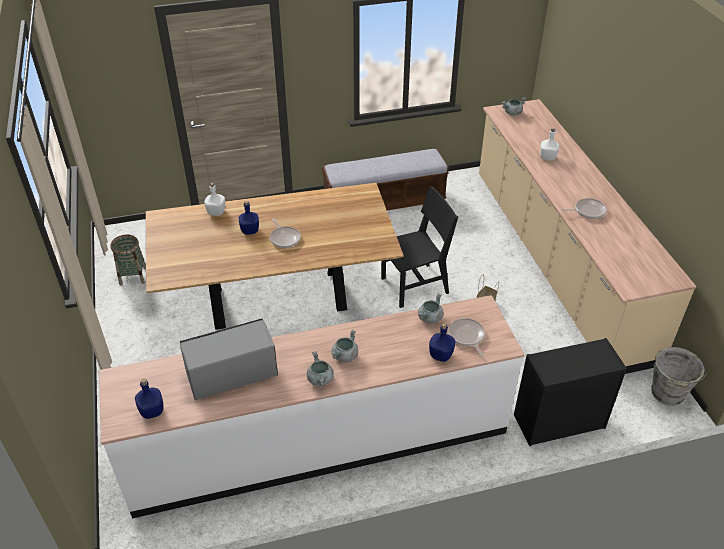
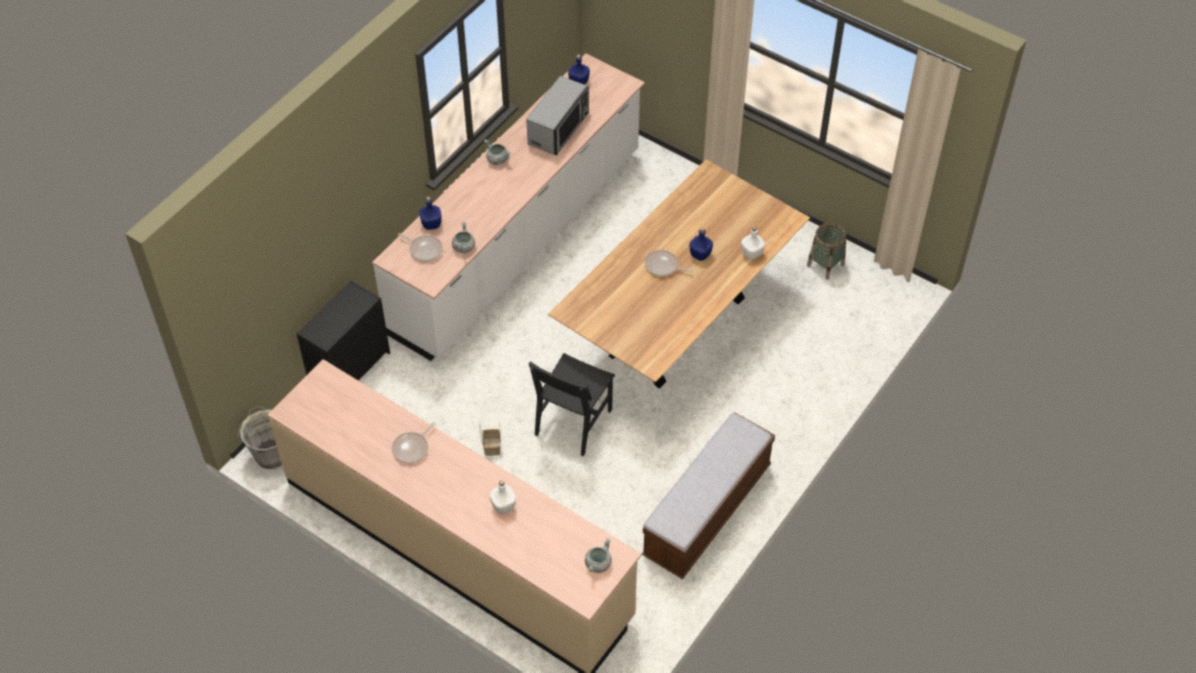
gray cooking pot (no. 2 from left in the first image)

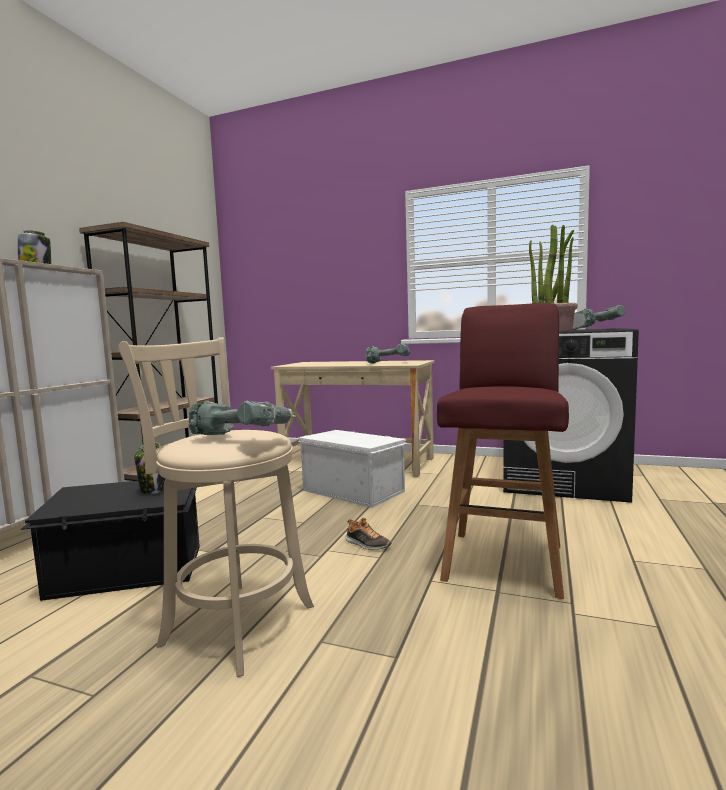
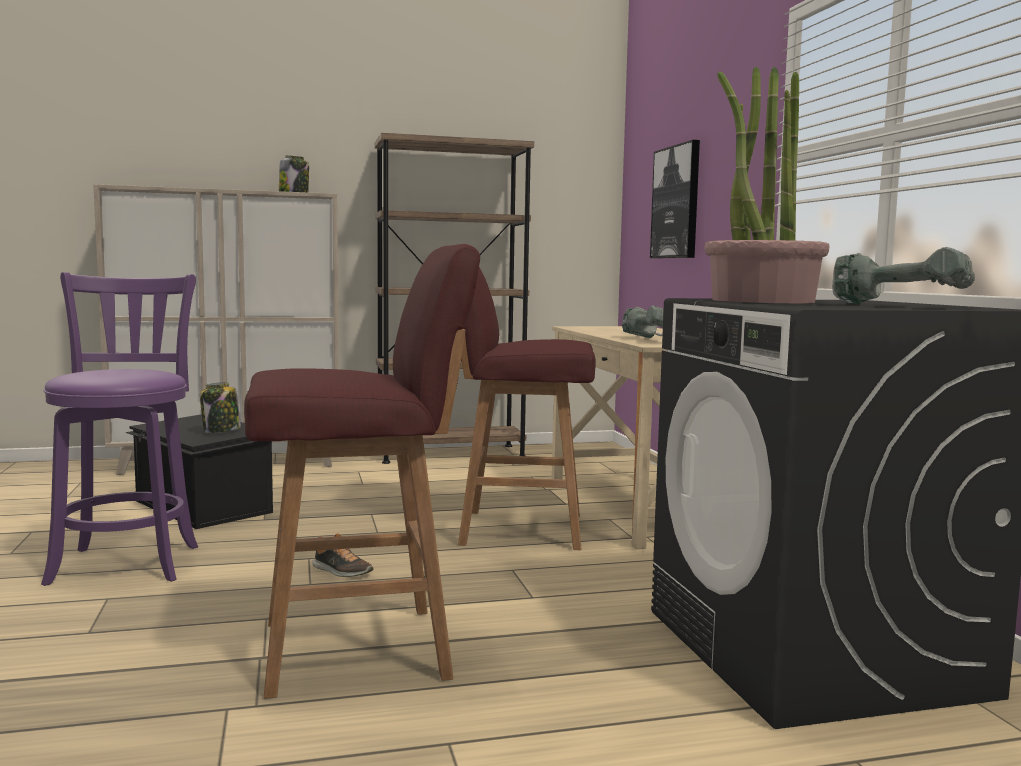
drill (no. 1 from left in the first image)
wall picture
reddish sitting stool (no. 2 from left)
purple sitting stool
low shoe

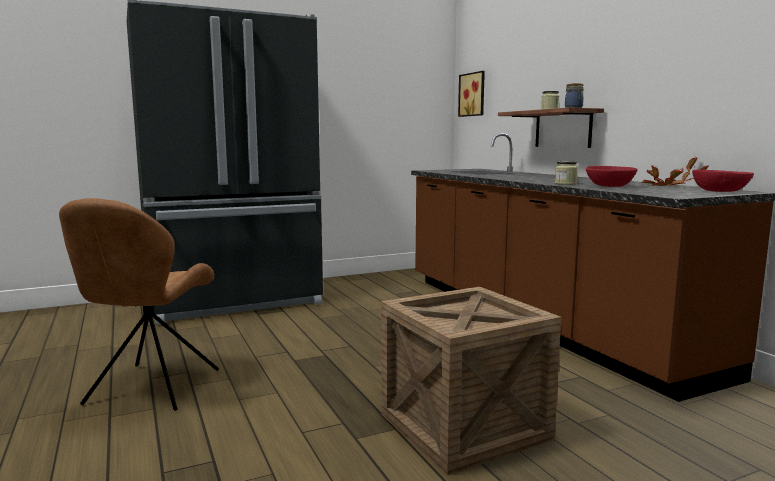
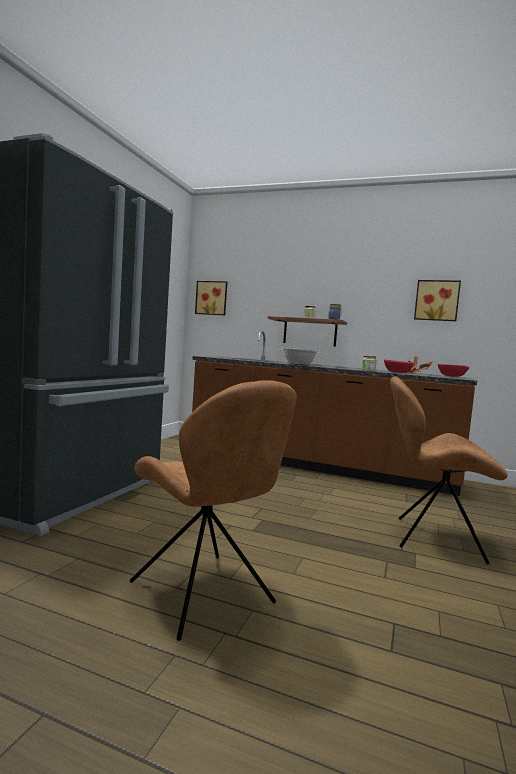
cooking pot
wall picture (no. 2 from left)
brown plain chair (no. 2 from left)

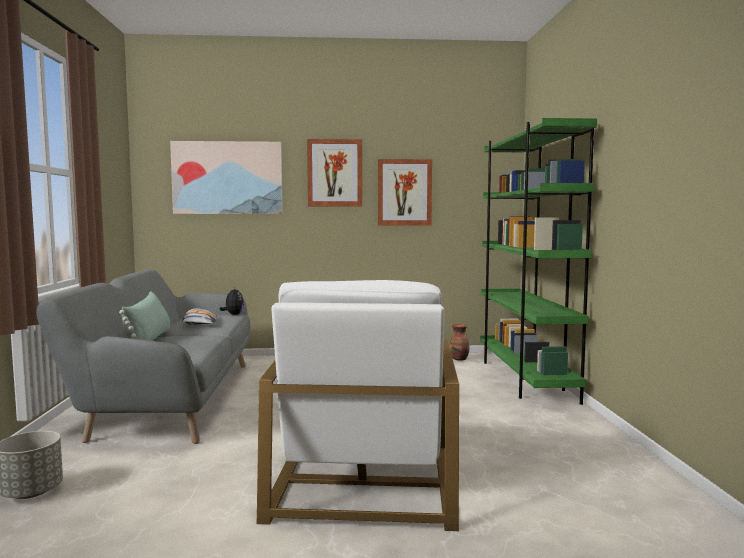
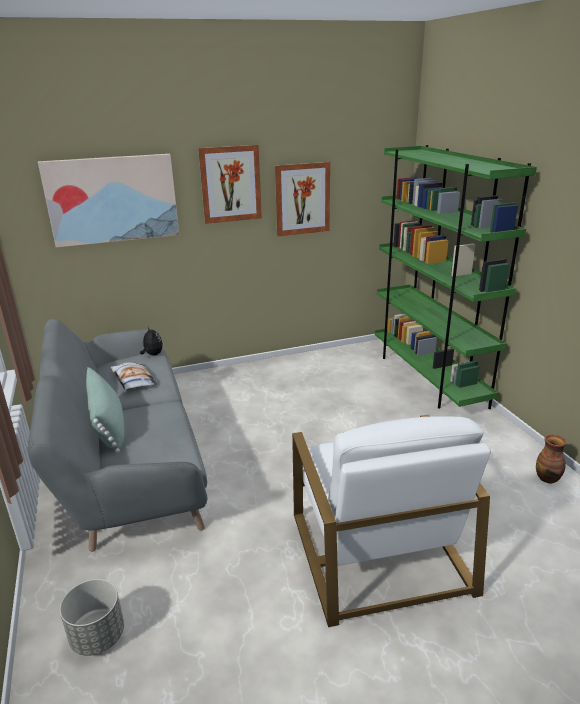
decorative vase

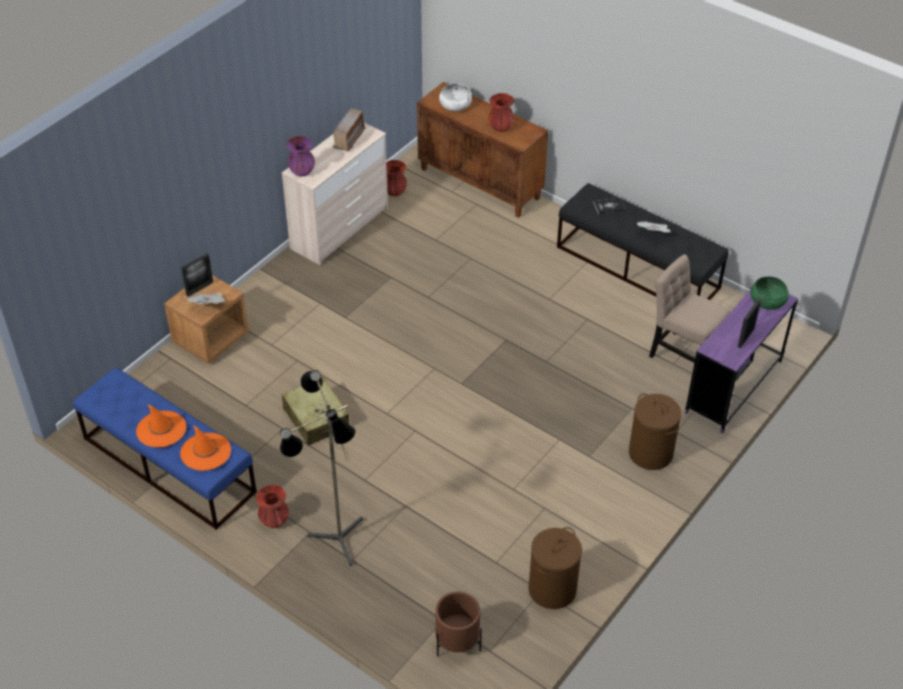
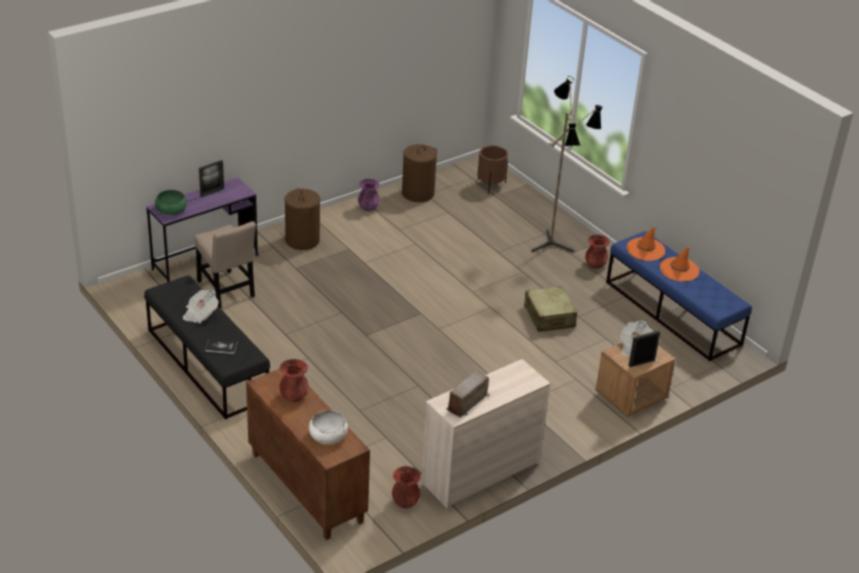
purple decorative vase

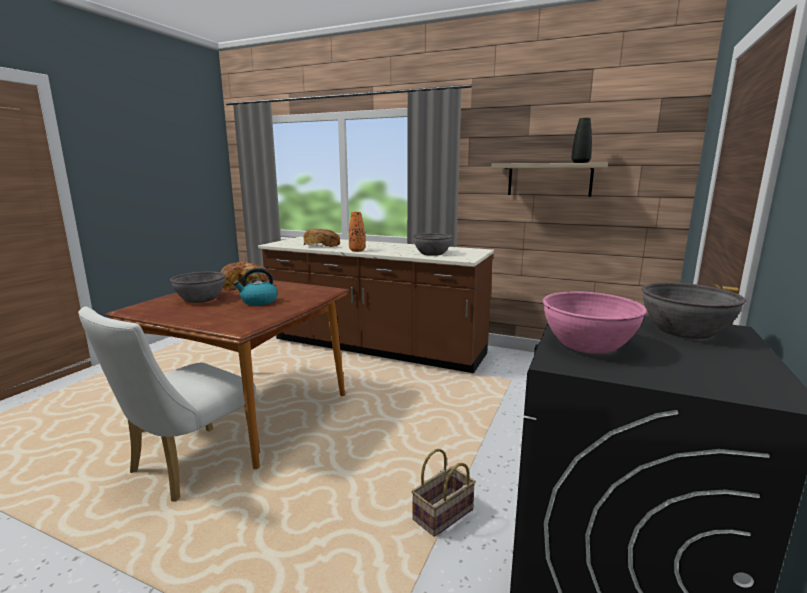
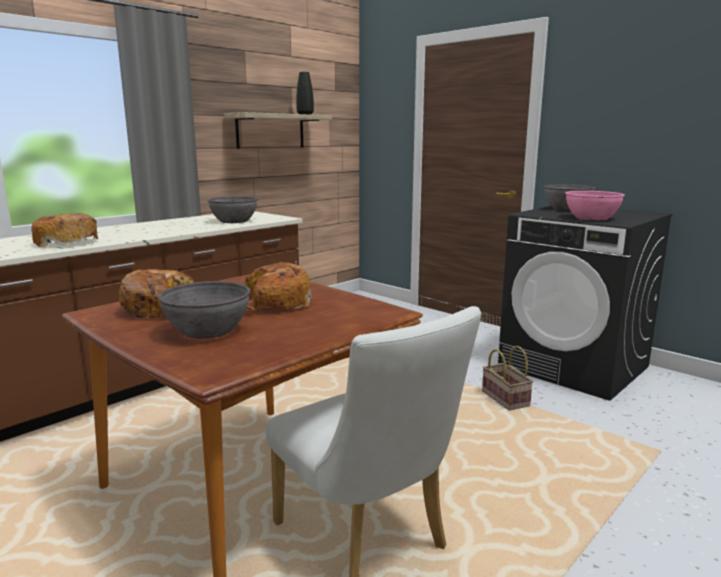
orange-coloured decorative vase
bread (no. 3 from left)

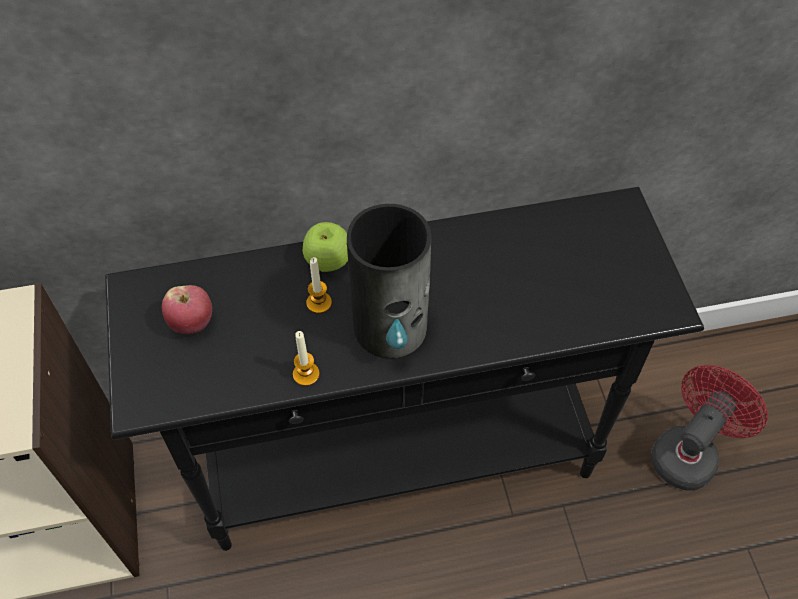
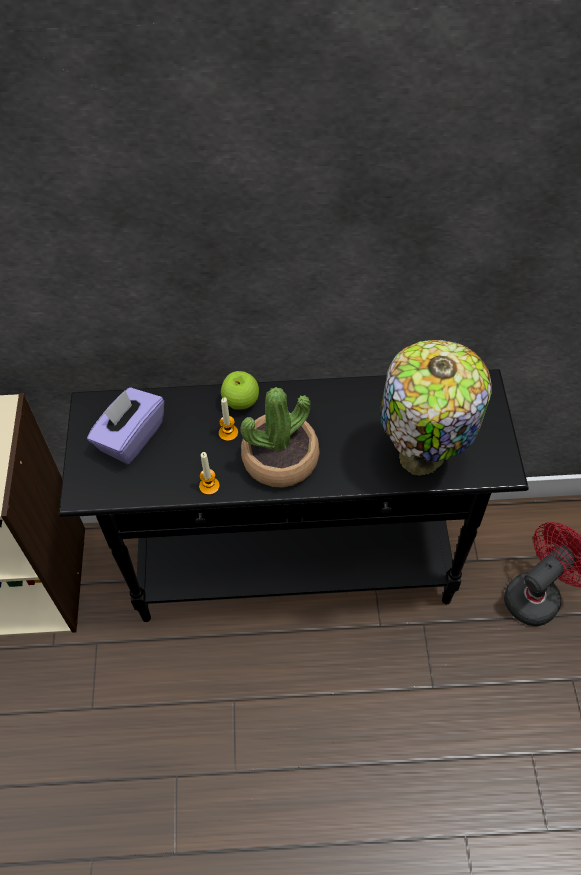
lamp for a table
purple tissue box
houseplant

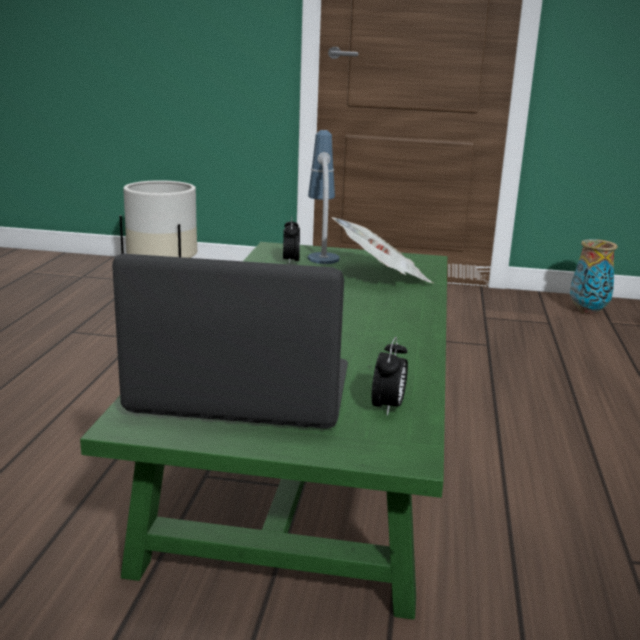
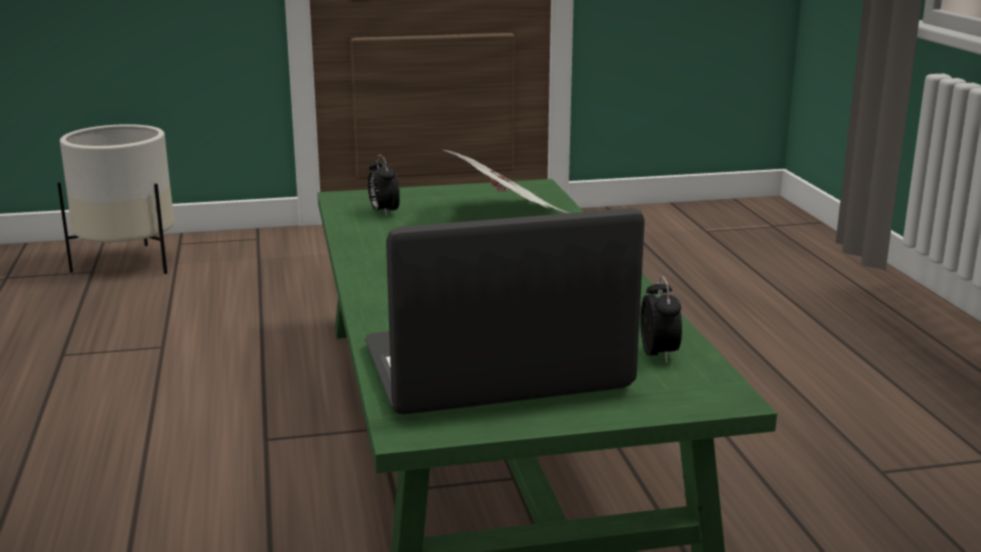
lamp for a table
decorative vase

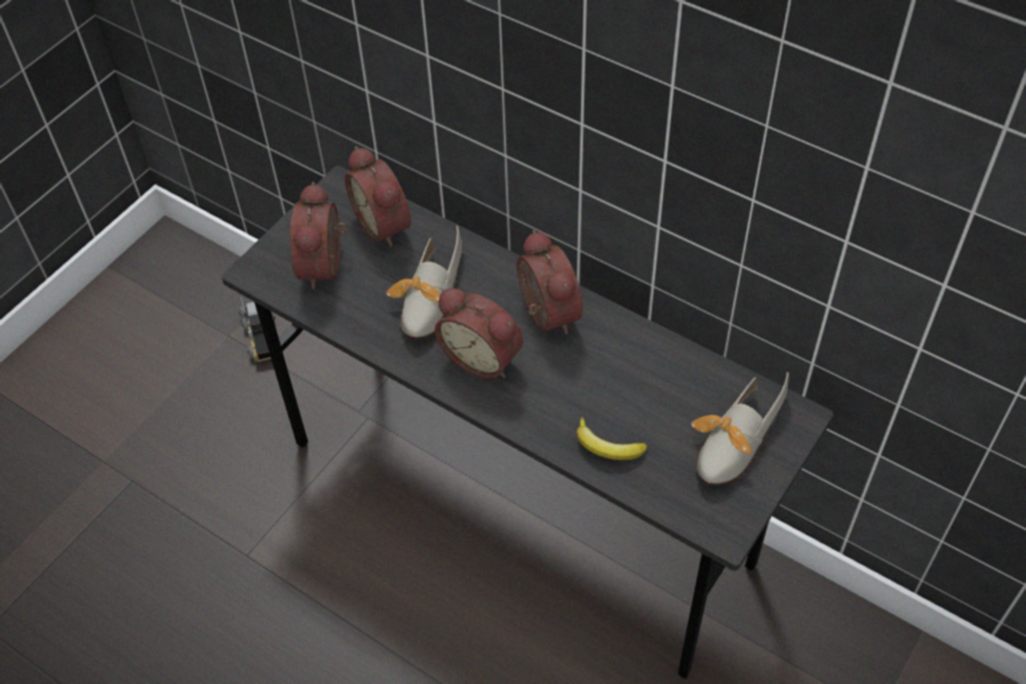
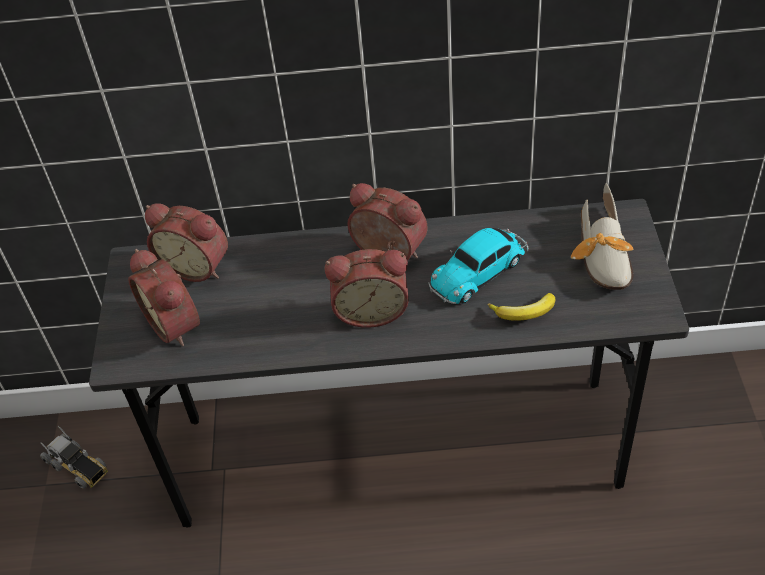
low shoe (no. 1 from left in the first image)
toy car

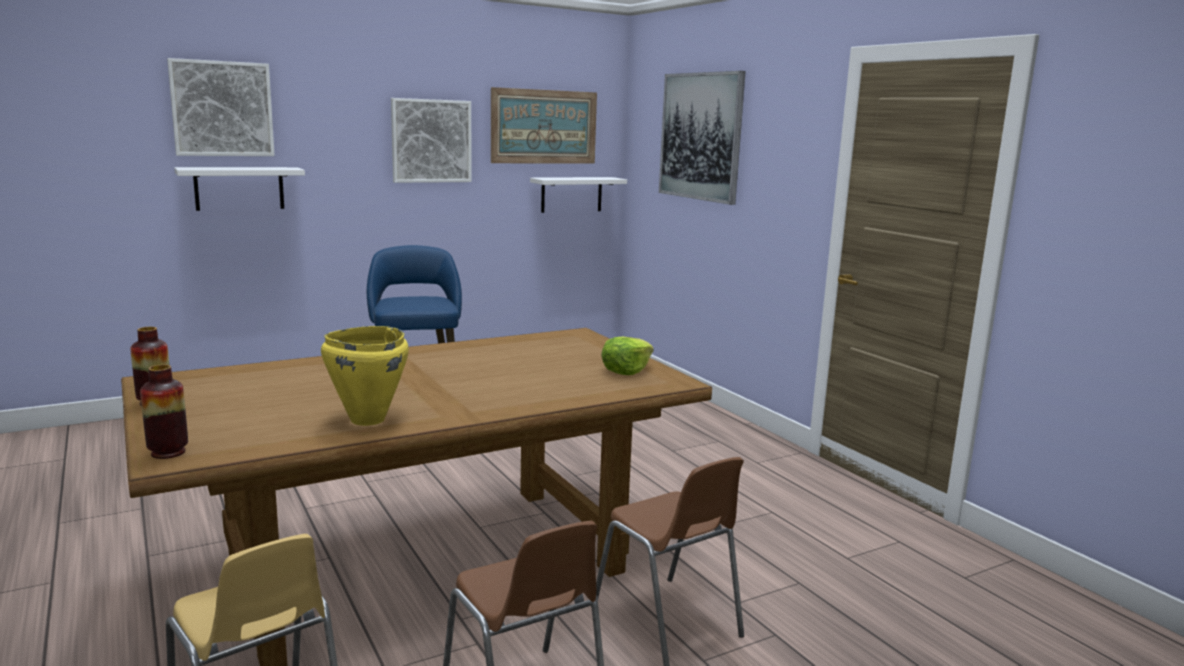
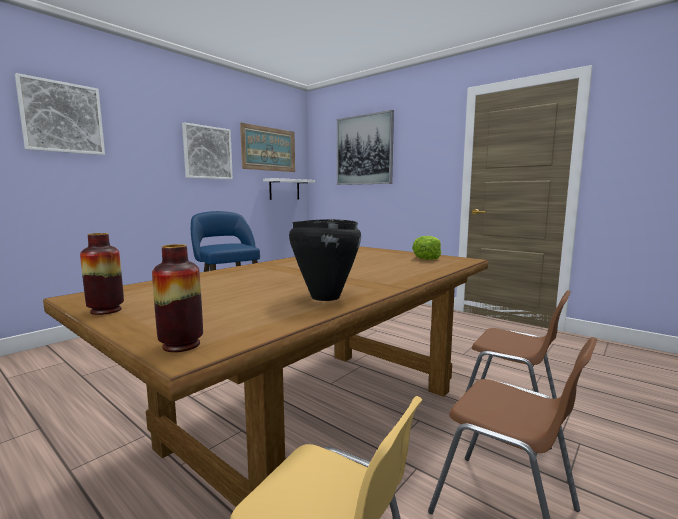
white wall shelf (no. 1 from left in the first image)
black cooking pot

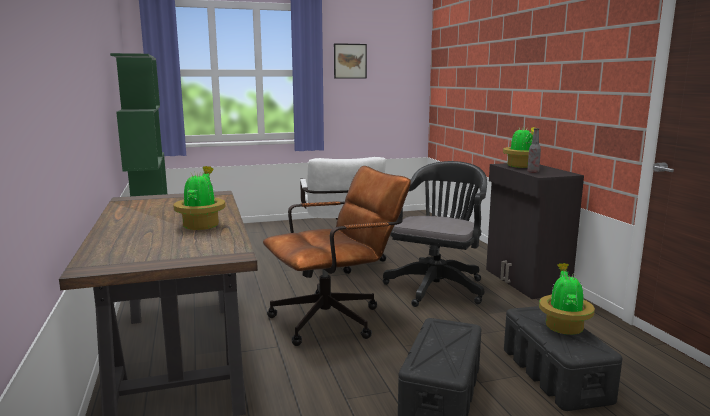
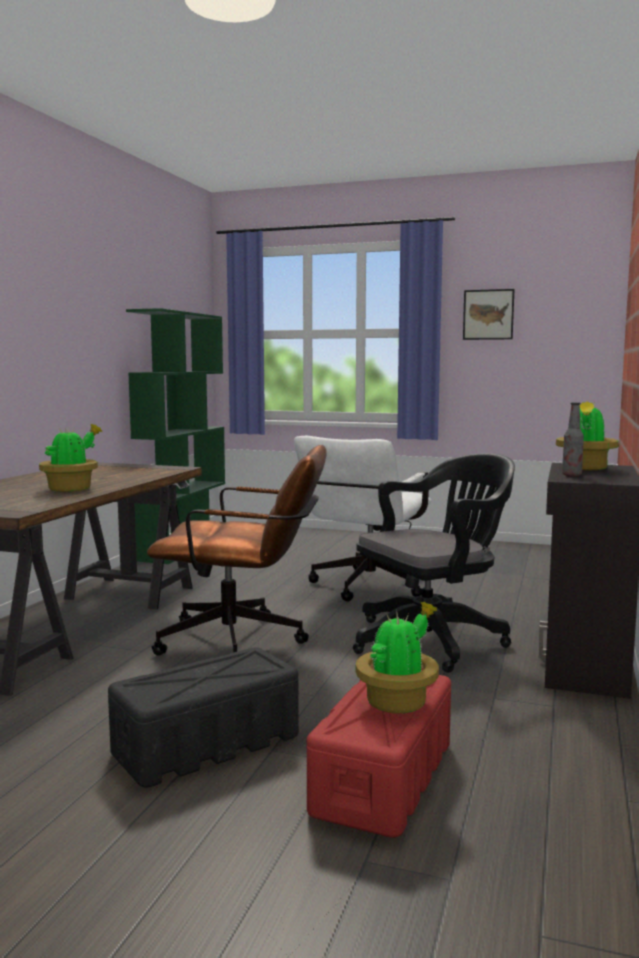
reddish storage box

